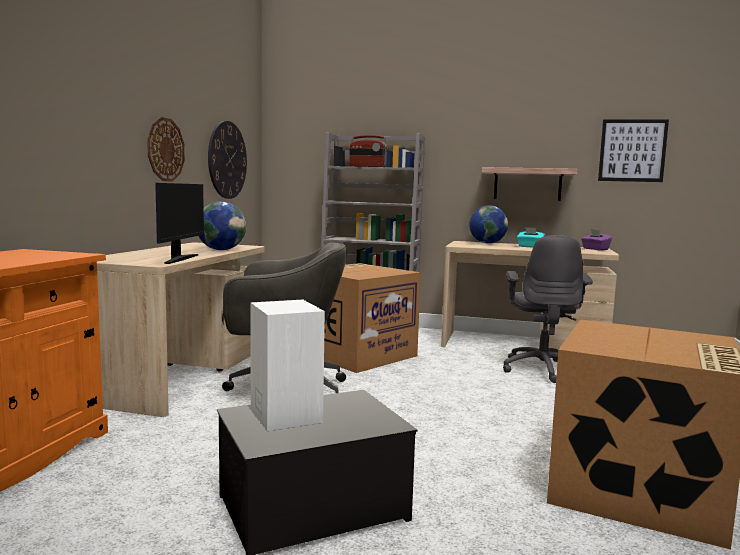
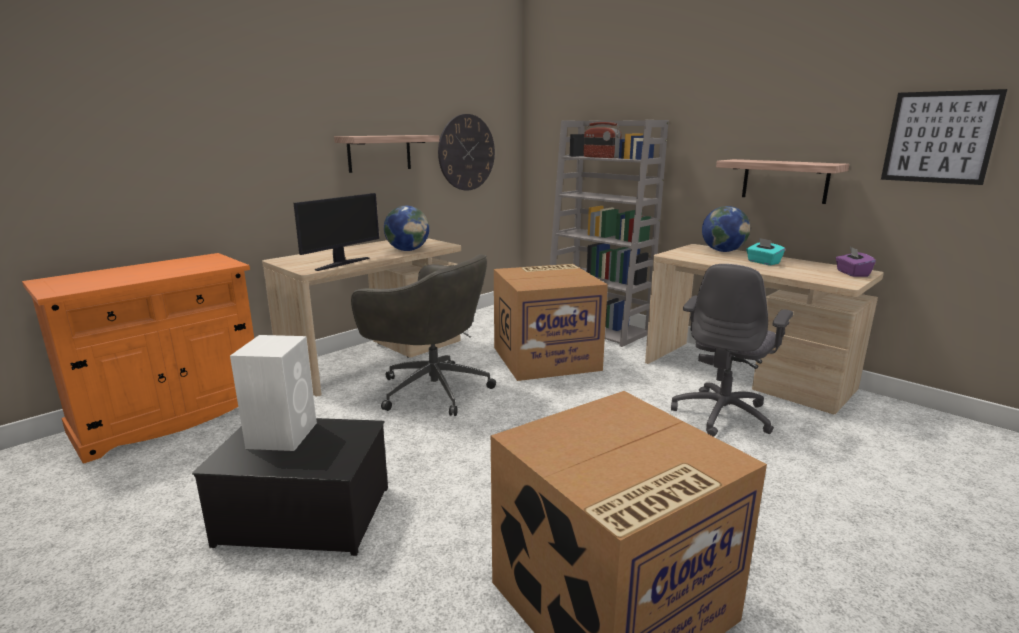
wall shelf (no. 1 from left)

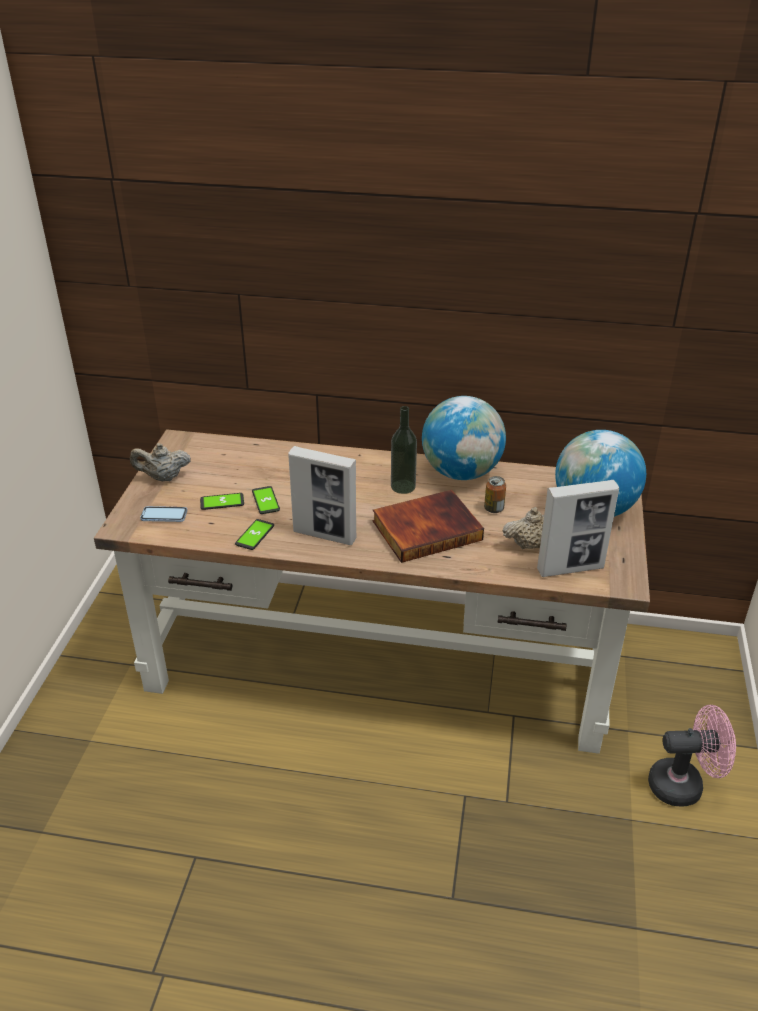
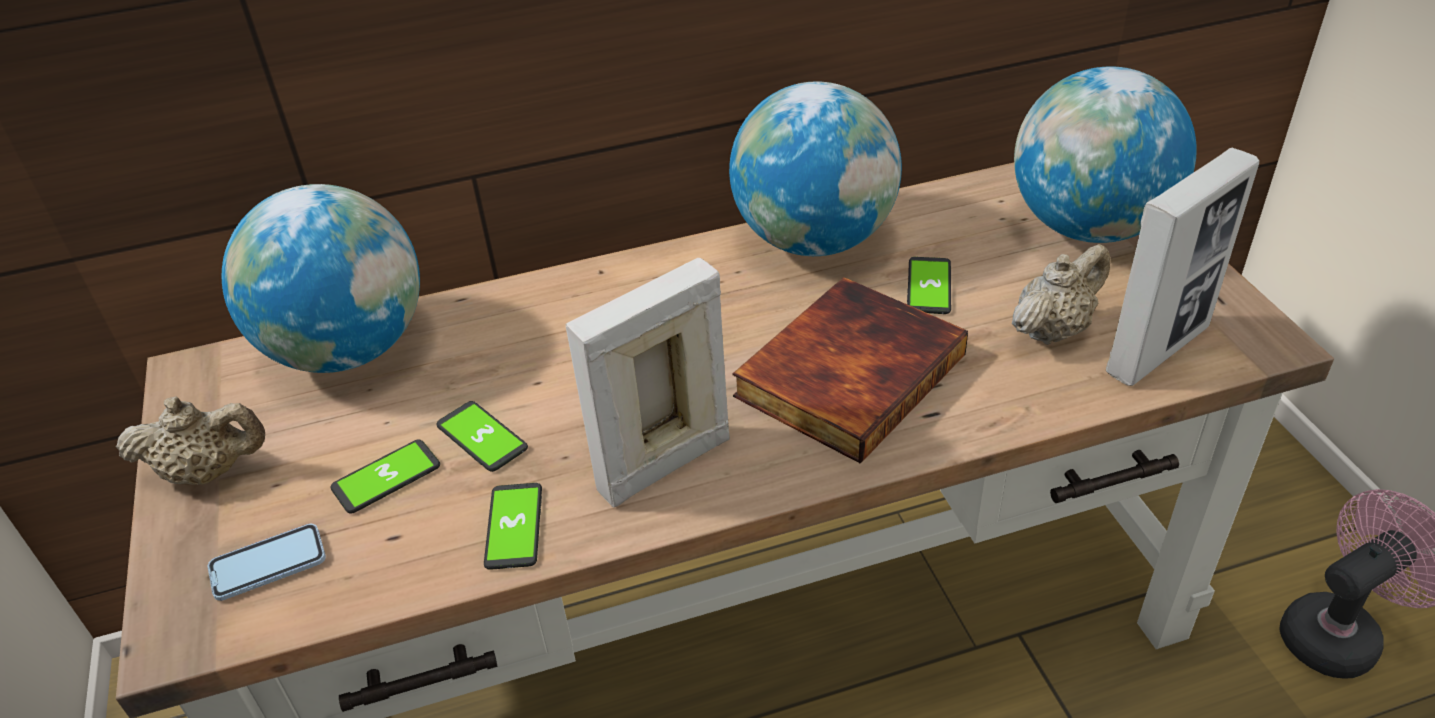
beverage bottle
desk globe (no. 1 from left)
telephone (no. 5 from left)
beige pot for tea (no. 1 from left)
picture frame (no. 1 from left)

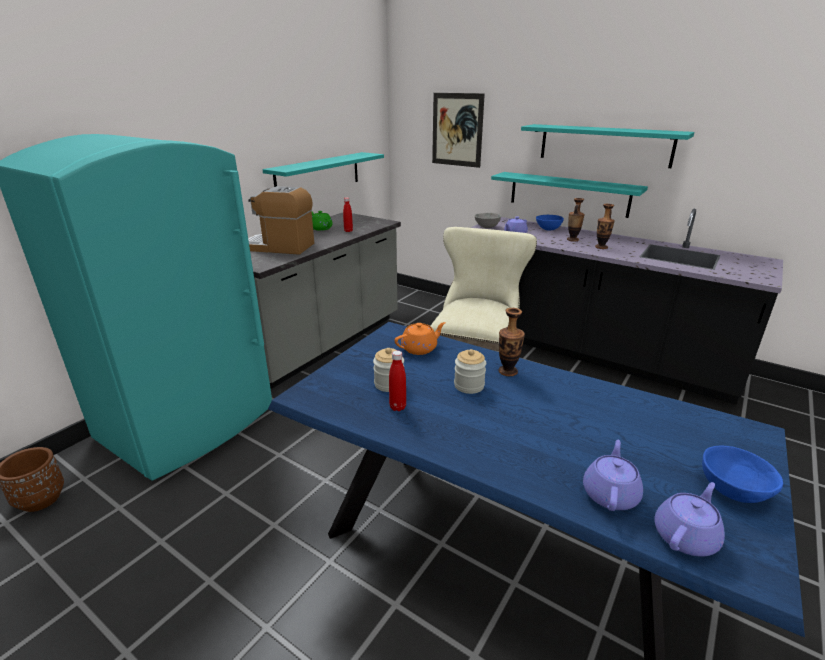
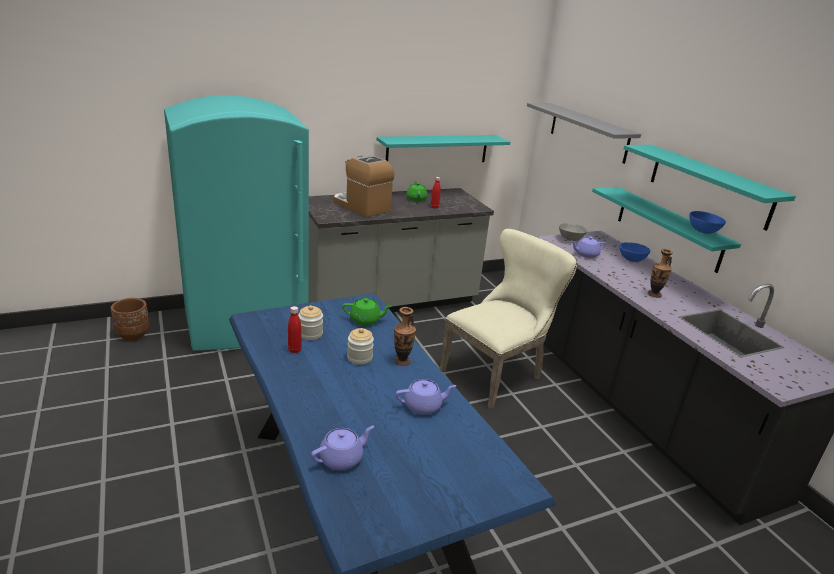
decorative vase (no. 2 from left in the first image)
purple pot for tea (no. 2 from left)
blue-coloured serving bowl (no. 2 from left)
gray wall shelf
green pot for tea (no. 1 from left)

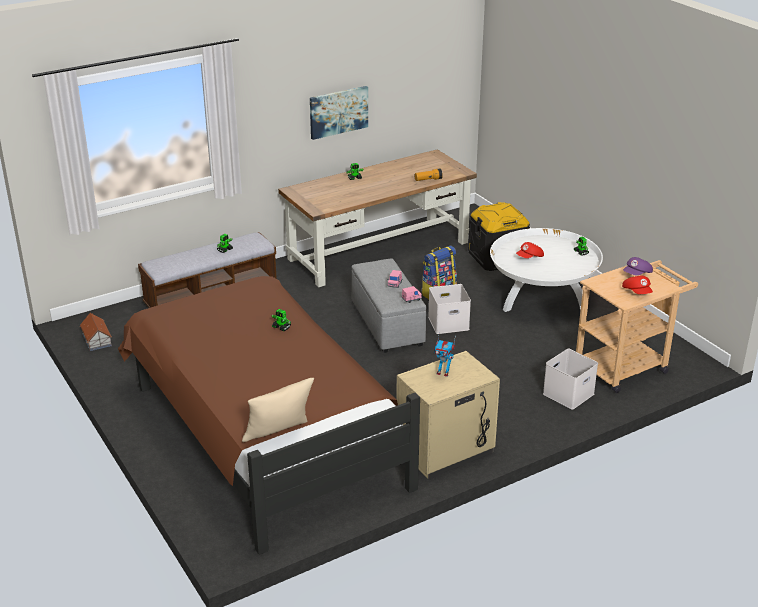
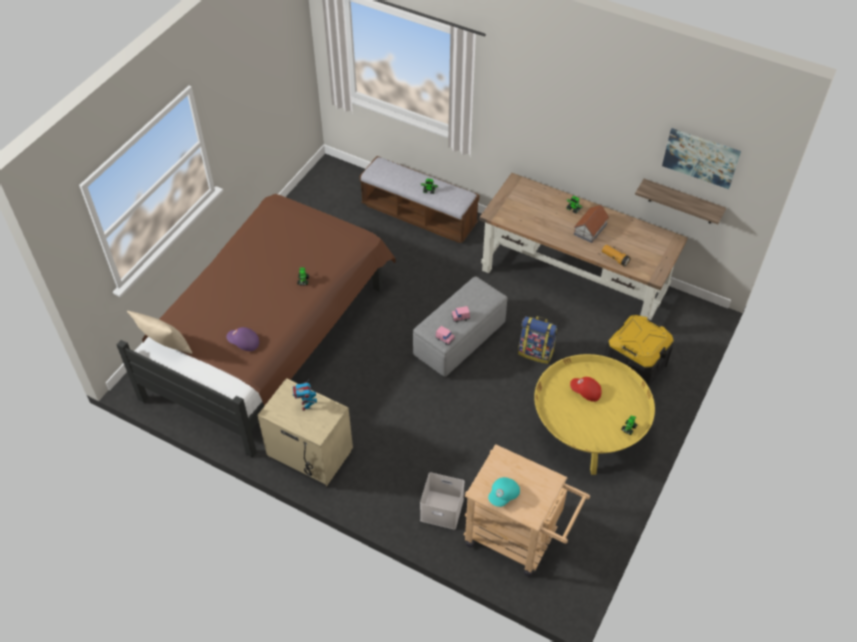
white storage box (no. 1 from left in the first image)
wall shelf
model house
wall picture
purple peaked cap
yellow-coloured lounge table
blue-green peaked cap

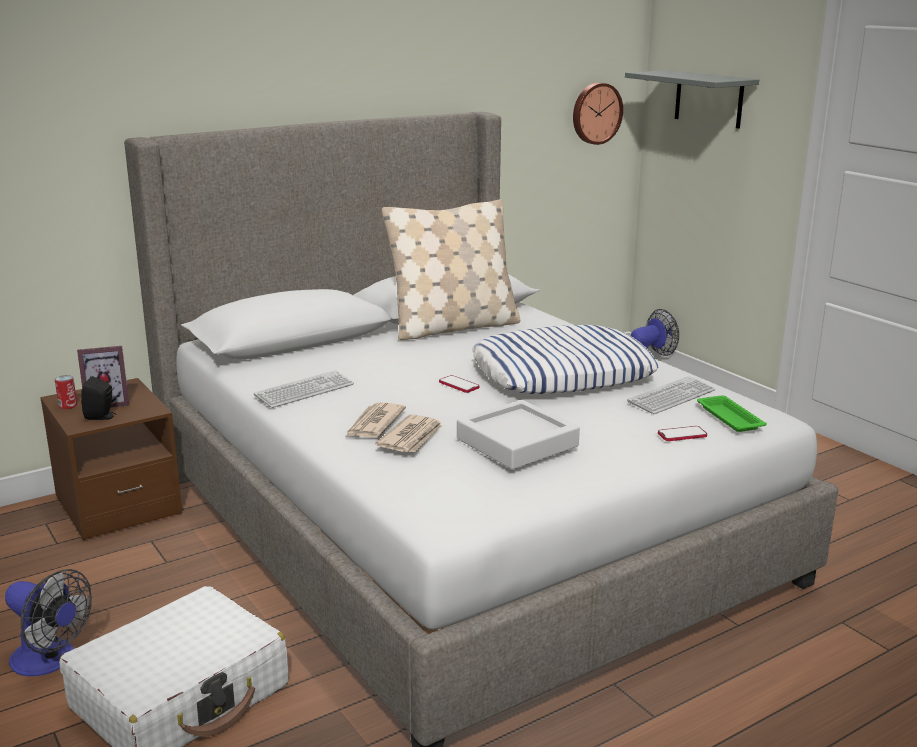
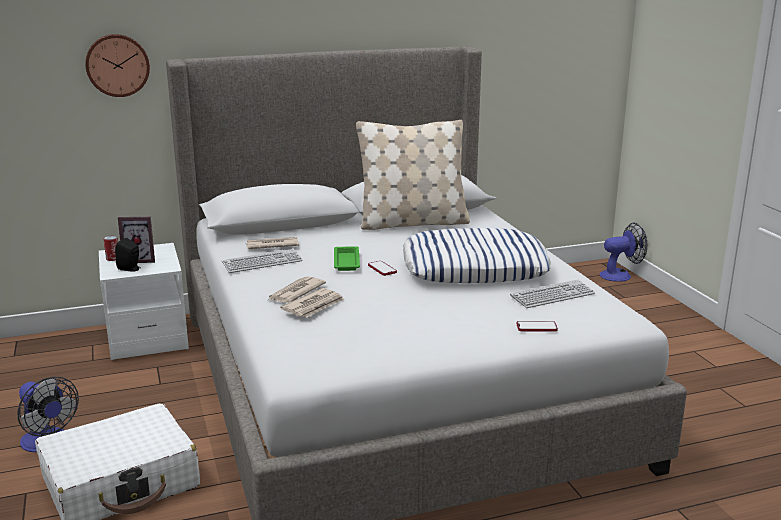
gray tray
gray wall shelf
newspaper (no. 1 from left)
clock on the wall
green tray
white night table

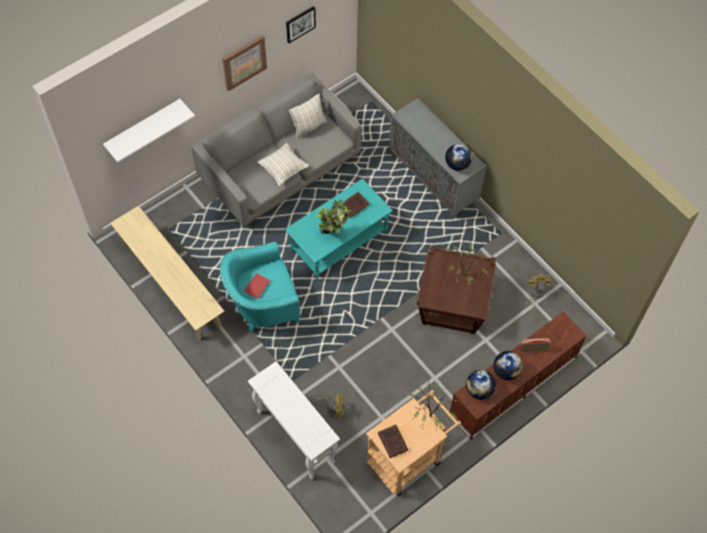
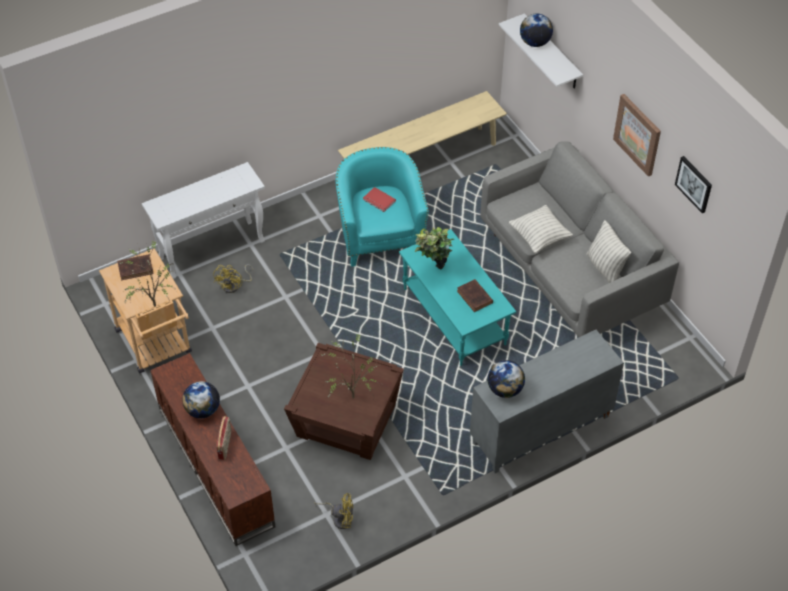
desk globe (no. 3 from left)

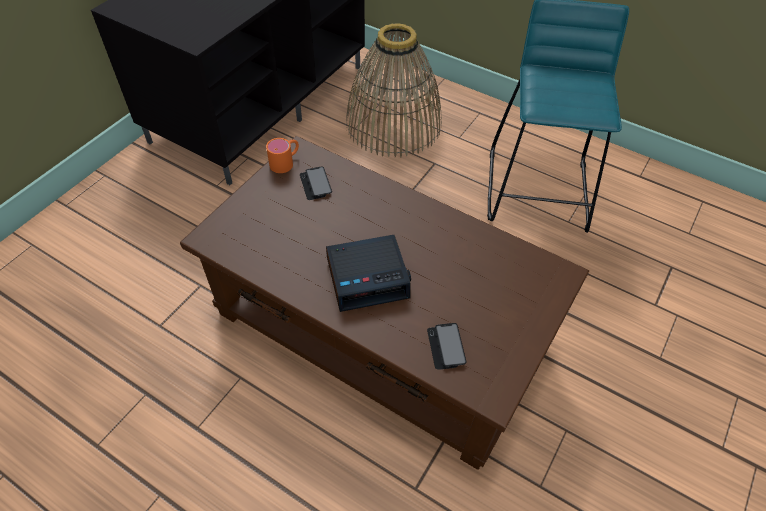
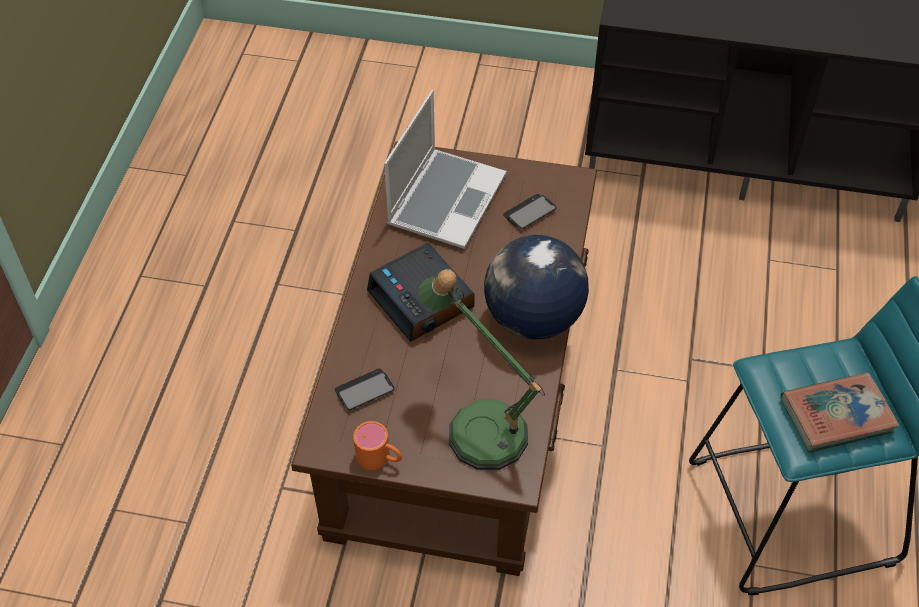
household basket
notebook computer
lamp for a table
desk globe
bound book
orange-coloured mug

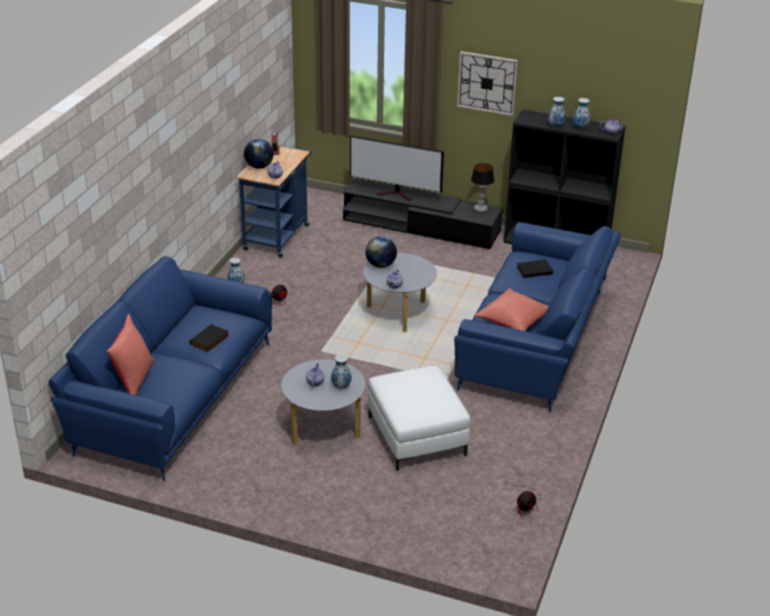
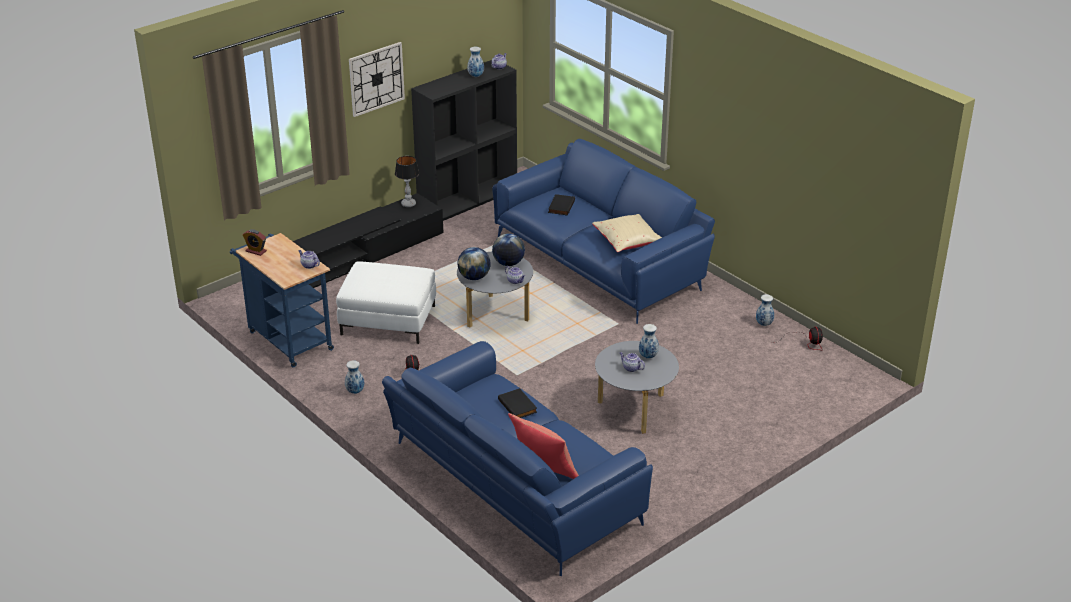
television
desk globe (no. 2 from left)
white pouffe
decorative vase (no. 4 from left)
beige pillow

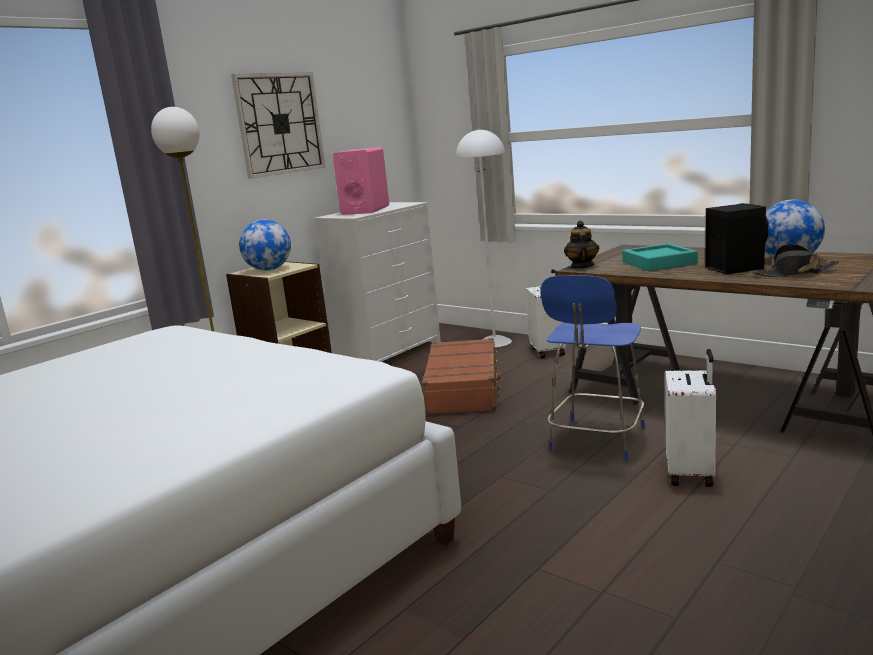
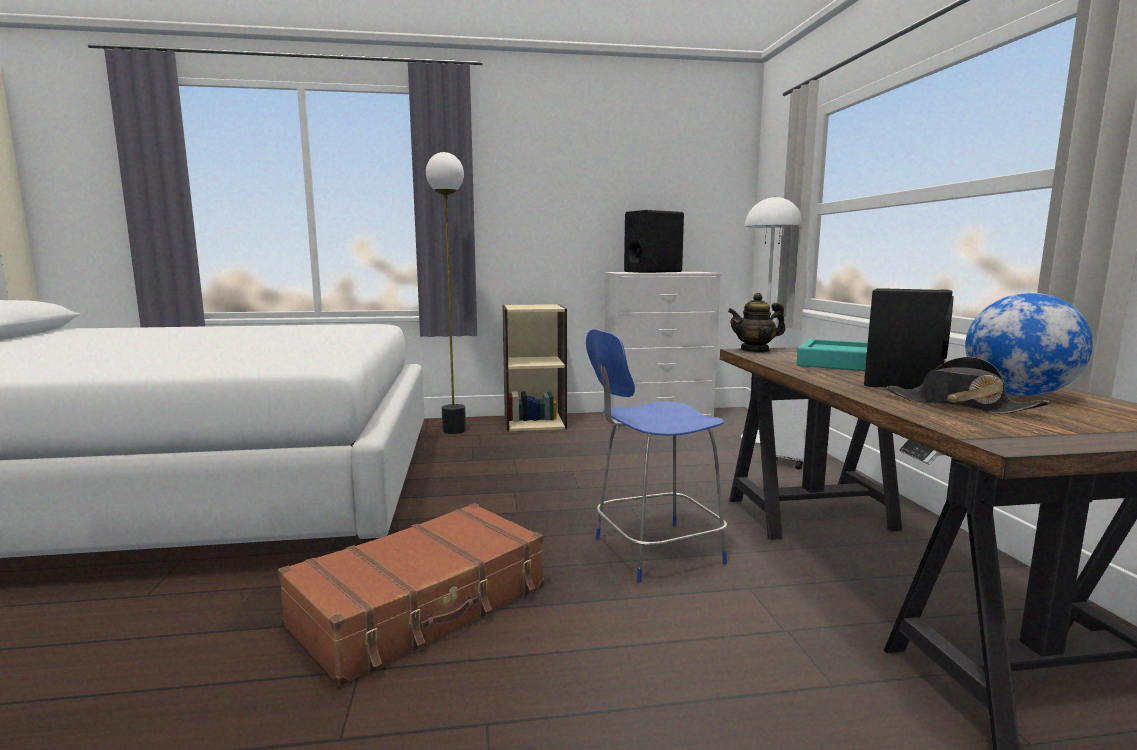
clock on the wall
desk globe (no. 1 from left in the first image)
white suitcase (no. 2 from left in the first image)
brown suitcase
black loudspeaker (no. 1 from left)
pot for tea

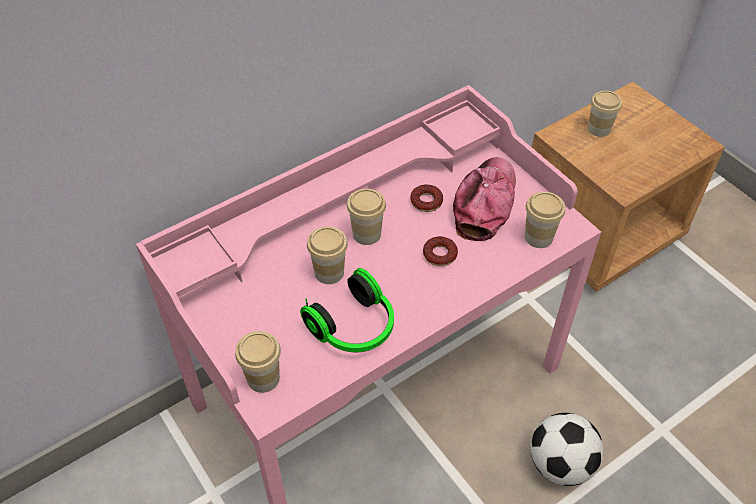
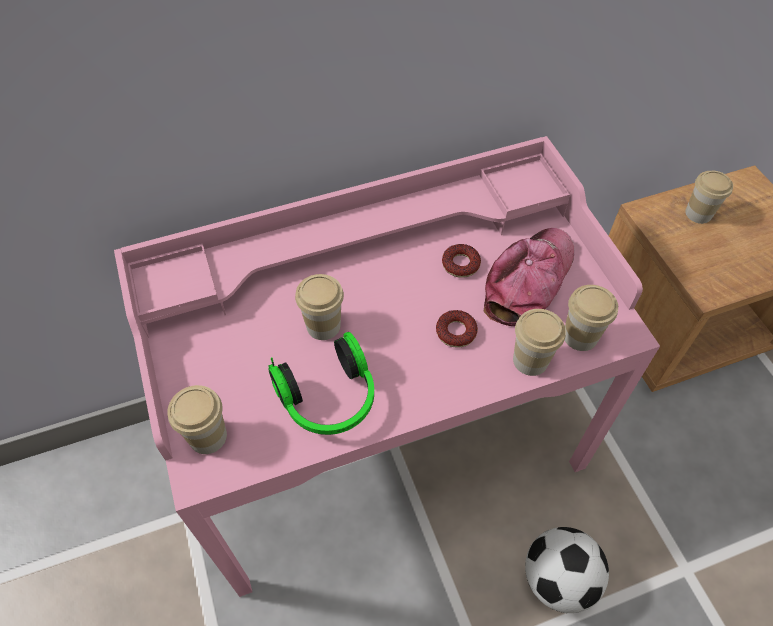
small cup (no. 3 from left)

